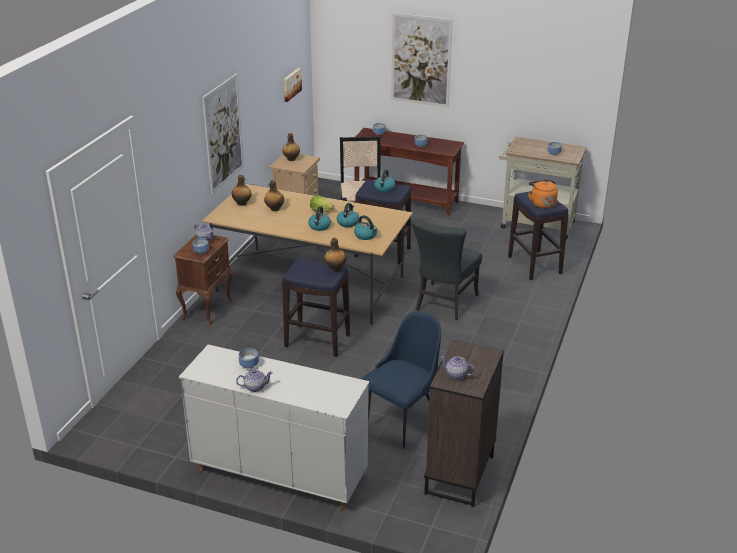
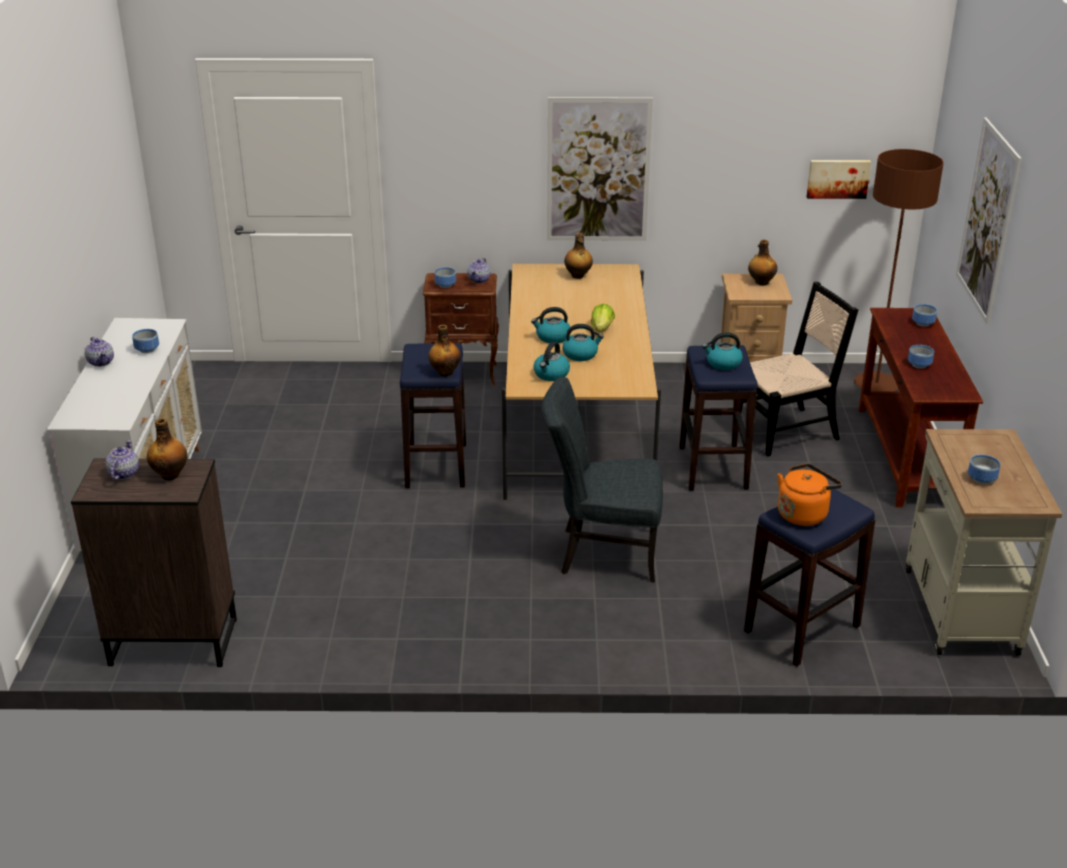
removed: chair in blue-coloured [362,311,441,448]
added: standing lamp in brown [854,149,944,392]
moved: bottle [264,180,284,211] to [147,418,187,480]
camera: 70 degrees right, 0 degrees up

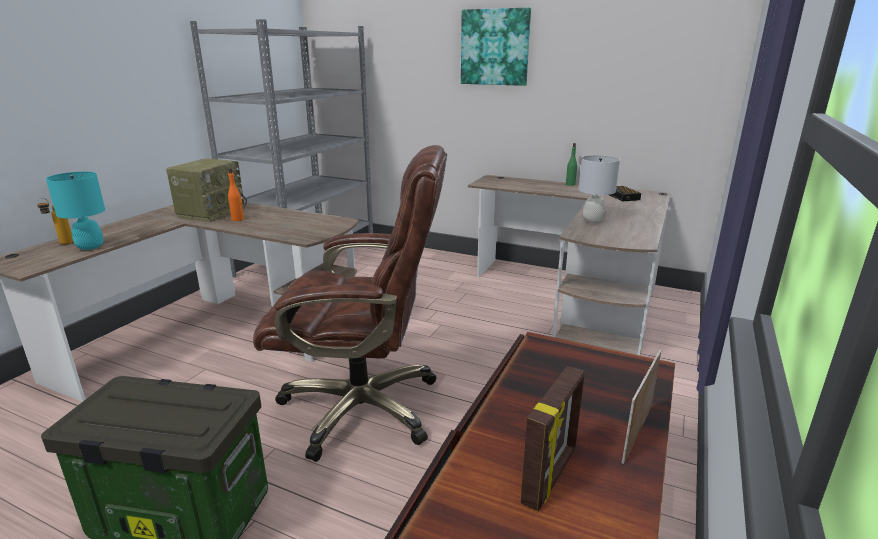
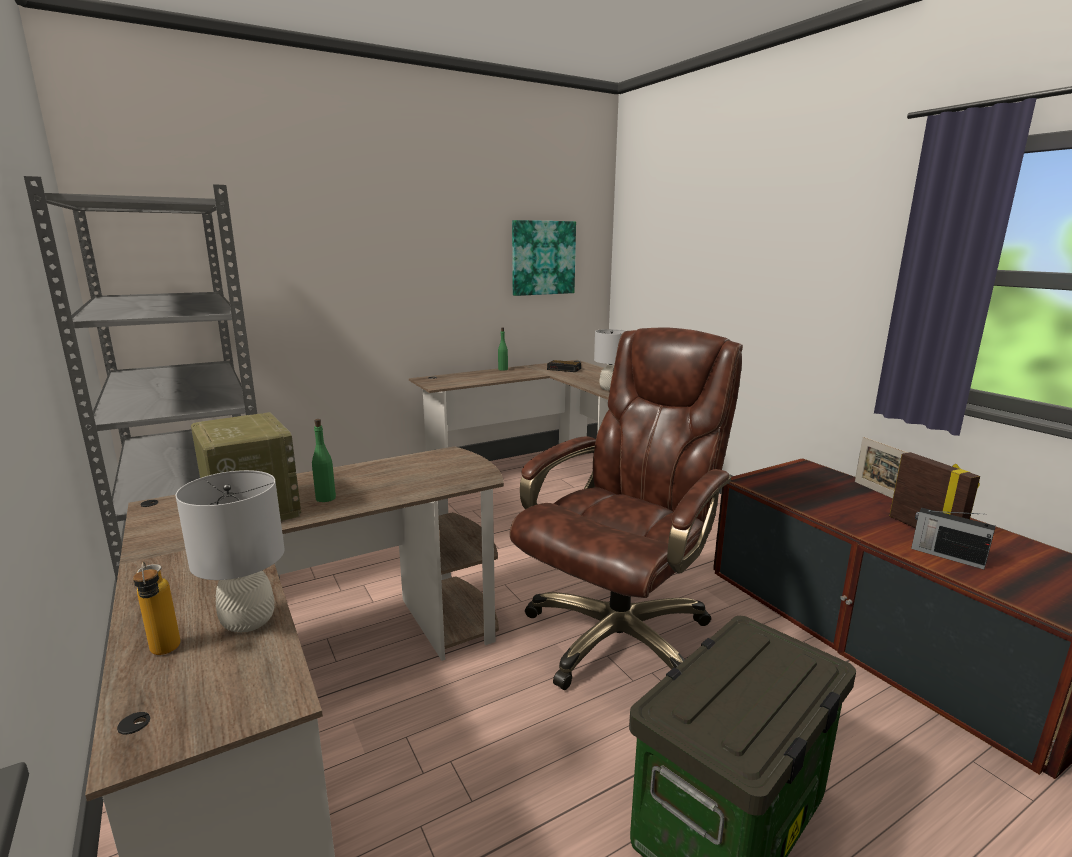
added: radio receiver [911,508,996,570]
moved: wall art [461,8,531,86] to [512,220,576,296]
recoloured: table lamp in blue-green [46,171,105,250] to table lamp in grey [176,470,285,633]; bottle in orangey [228,168,244,221] to bottle in green [312,419,336,502]
camera: 55 degrees left, 5 degrees down

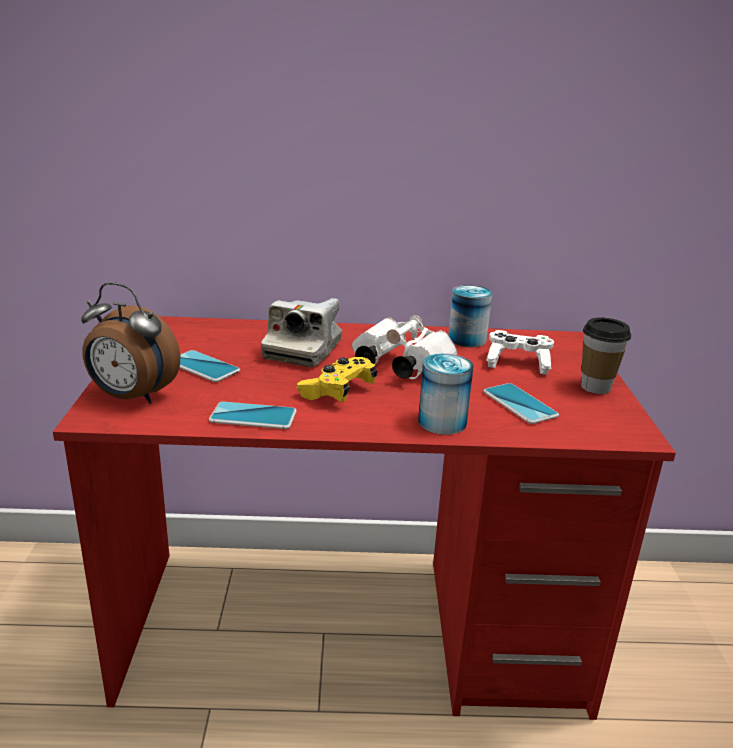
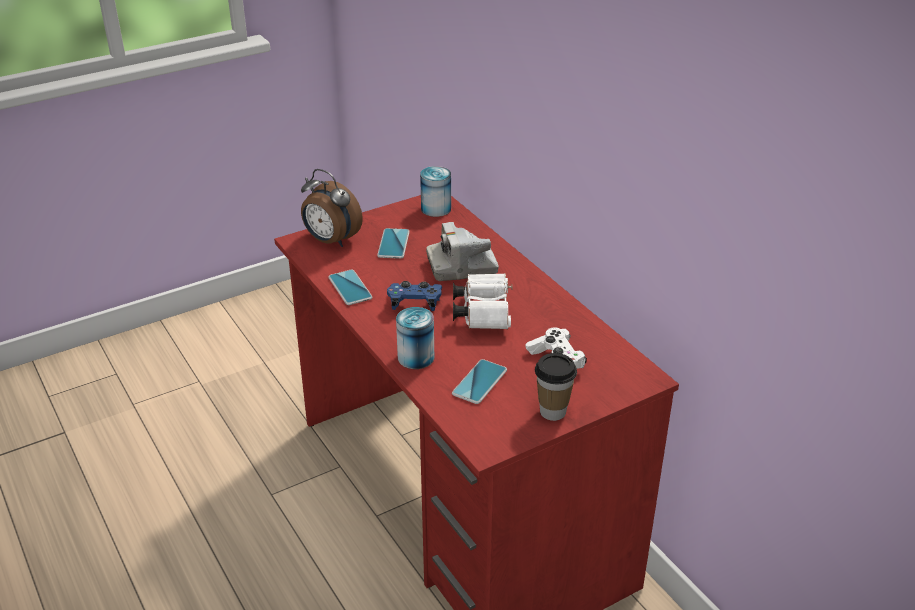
moved: sealed can [448,285,492,347] to [420,166,451,217]
recoloured: gamepad in yellow-coloured [297,357,377,402] to gamepad in blue-coloured [387,281,442,311]
turned: alarm clock [81,282,181,404] = [301,169,363,247] 45 degrees counterclockwise
camera: 60 degrees right, 10 degrees up

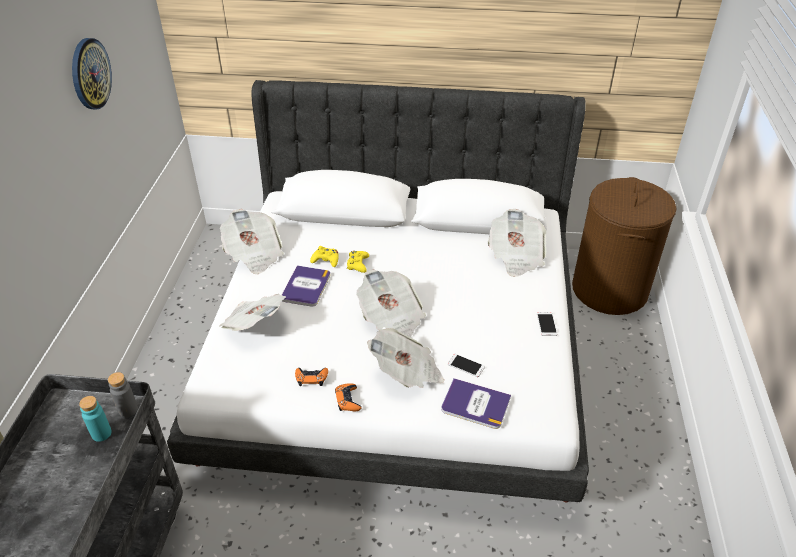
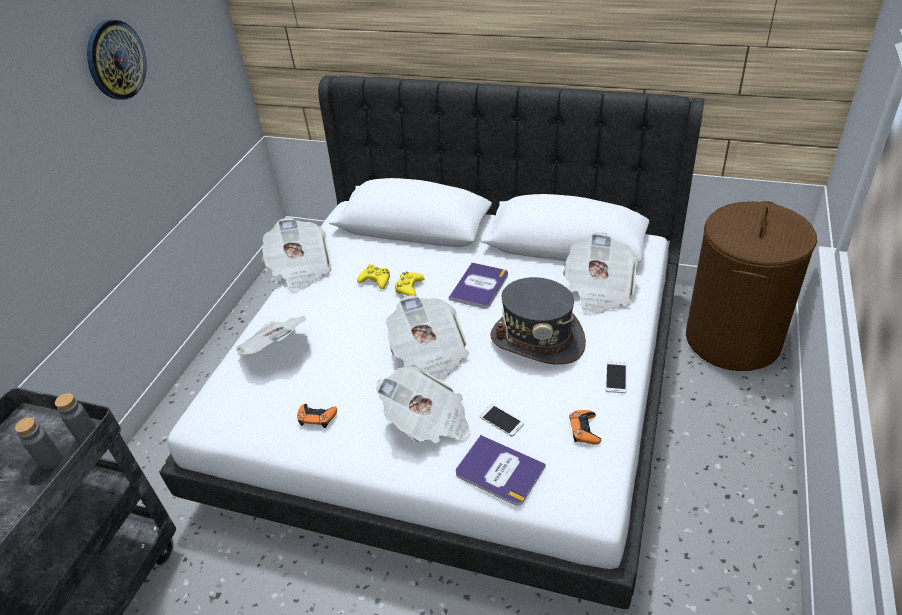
added: wearable hat in grey [490,277,586,365]
moved: book [281,265,330,307] to [449,262,508,308]; gamepad in orangey [335,383,362,411] to [570,410,601,444]
recoloured: bottle in blue-green [79,396,112,442] to bottle in grey [15,418,62,470]
camera: 15 degrees right, 0 degrees up

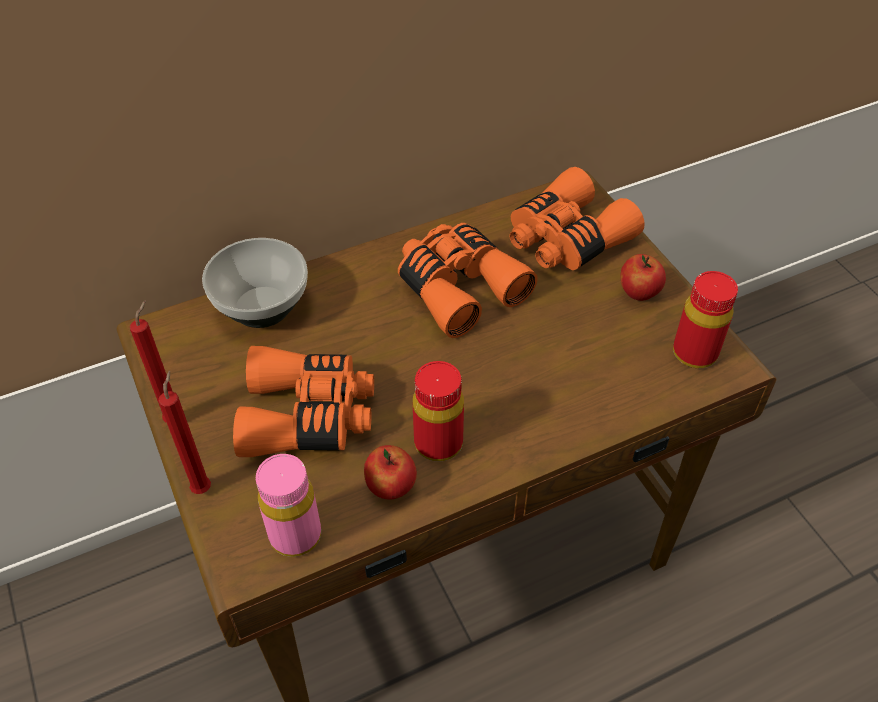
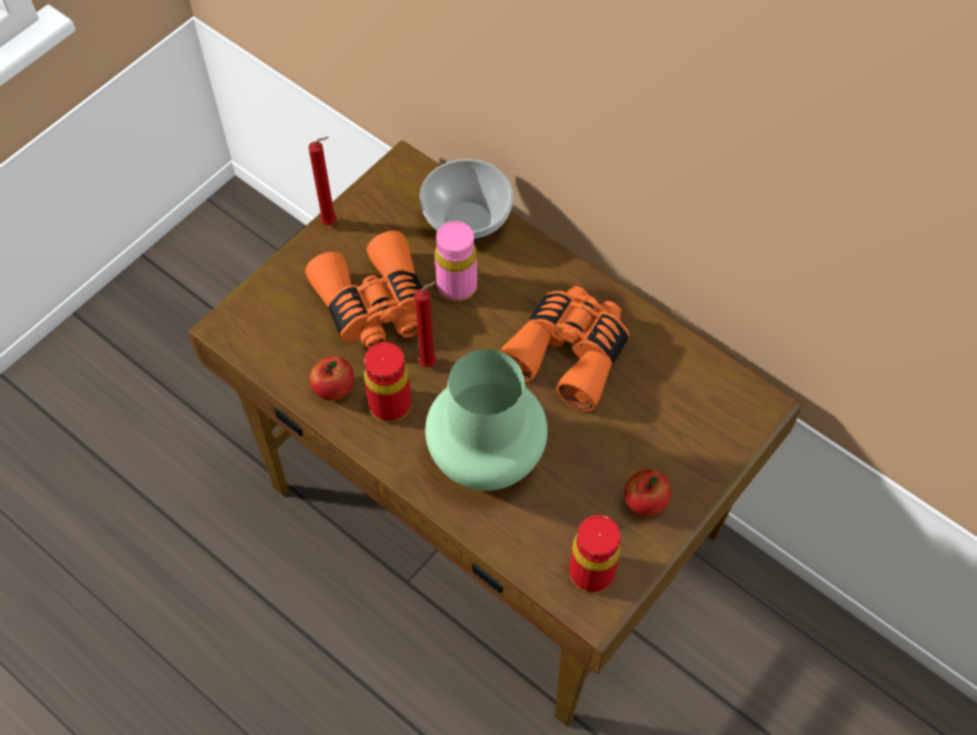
removed: field glasses in orangey [509,167,645,270]
added: vase in green [425,349,548,491]
moved: wax candle in red [158,371,211,494] to [415,281,437,367]; bottle in pinkish [255,454,321,557] to [435,221,477,302]
camera: 65 degrees right, 10 degrees up

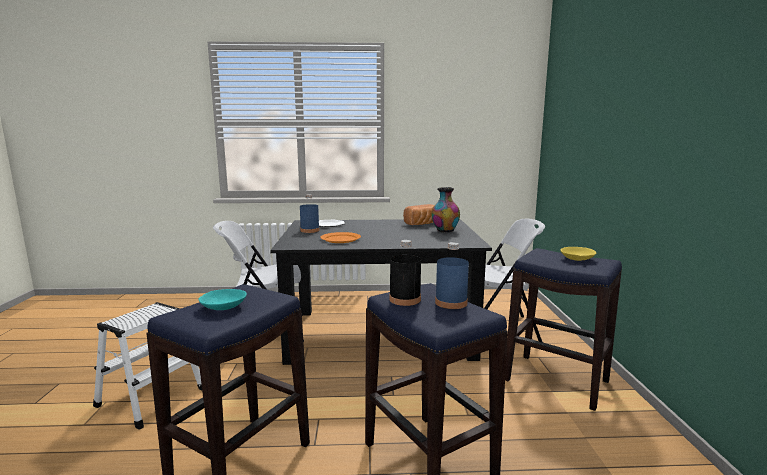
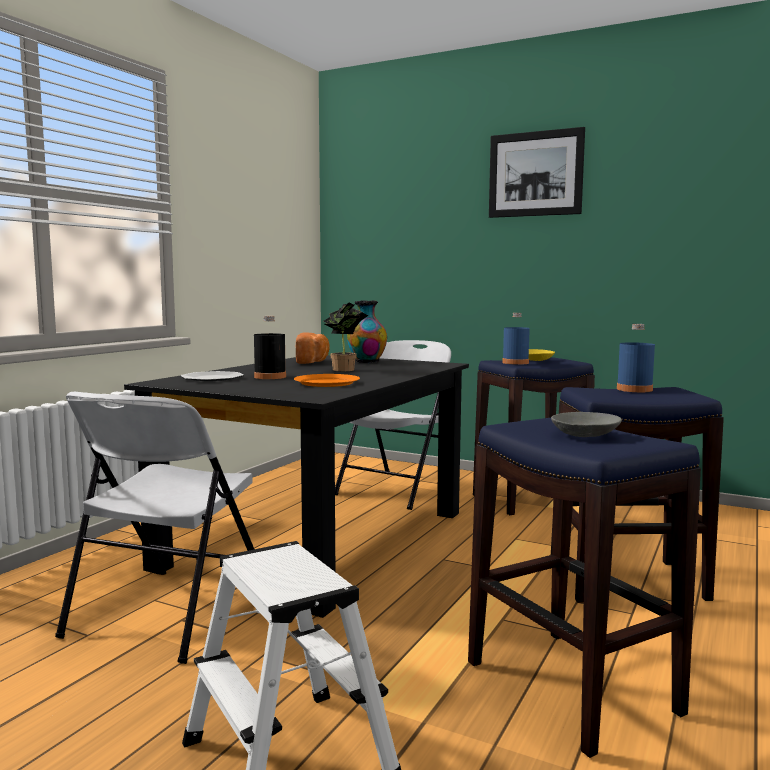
added: houseplant [324,303,368,371]; wall art [489,127,585,218]
moved: bottle in blue-coloured [300,195,319,233] to [502,313,530,365]; bottle in black [389,240,421,306] to [254,316,286,379]
recoloured: bowl in blue-green [198,289,247,310] to bowl in grey [551,412,622,437]
camera: 60 degrees left, 5 degrees down

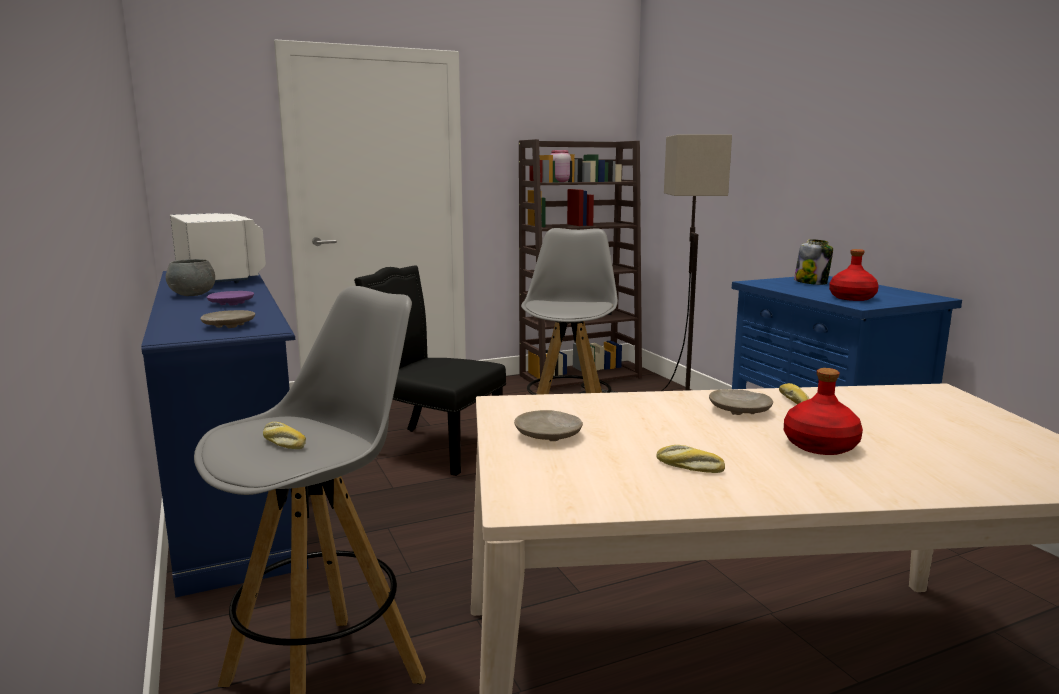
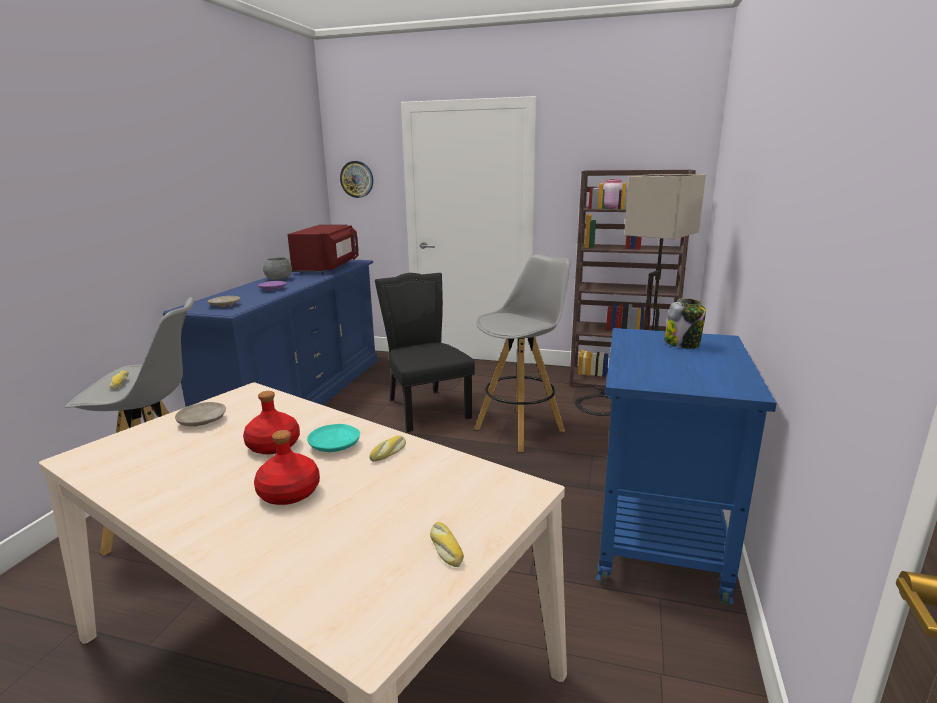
added: clock on the wall [340,161,373,198]
moved: bread [656,445,725,473] to [430,522,464,567]; bottle in red [829,249,879,301] to [243,391,300,454]
recoloured: microwave in whitish [170,213,266,283] to microwave in red [287,225,359,273]; plate in beige-coloured [709,389,773,415] to plate in blue-green [307,424,360,452]
camera: 40 degrees right, 5 degrees up

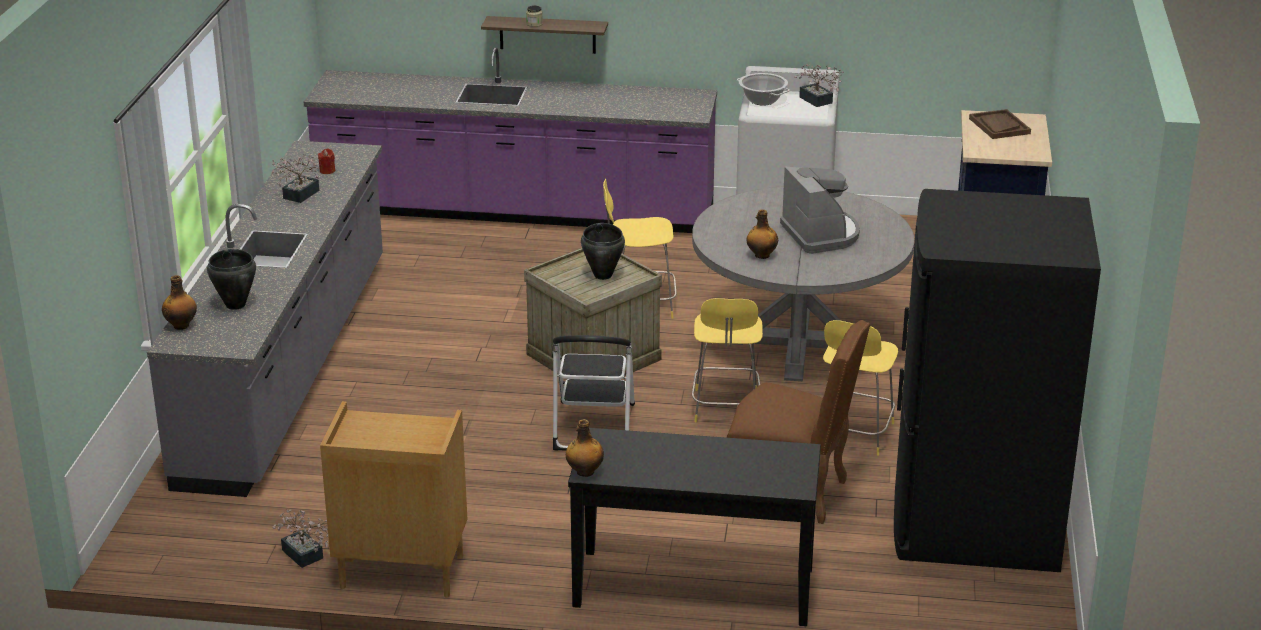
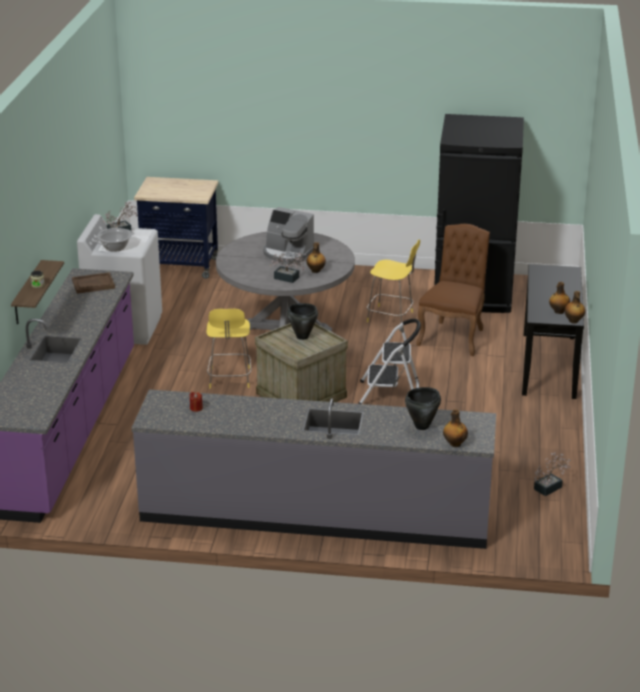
removed: cupboard in brown [320,401,467,598]; sitting stool in yellow-coloured [692,298,763,422]
added: bottle [549,282,570,314]
moved: houseplant [272,154,319,203] to [269,253,306,283]; carrying tray in brown [969,109,1031,139] to [72,272,115,294]
turned: coffee maker [780,166,860,254] = [263,207,314,264] 135 degrees counterclockwise
camera: 90 degrees left, 0 degrees up

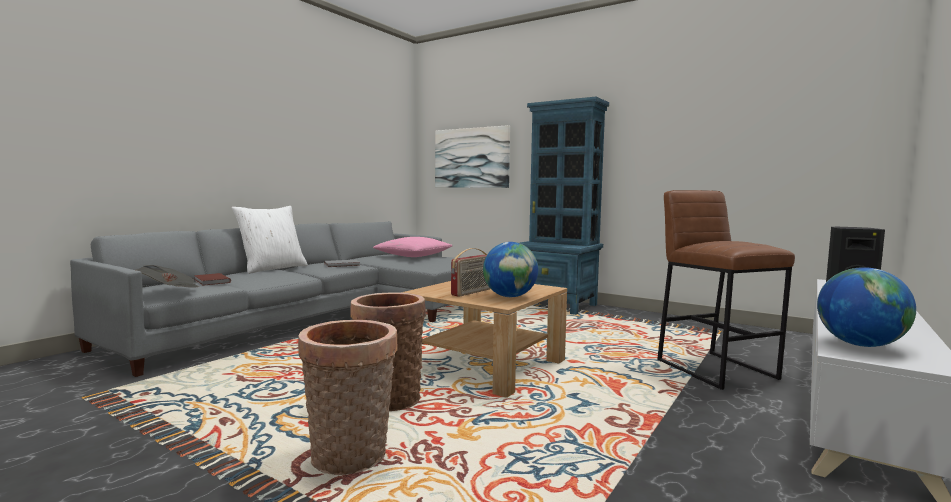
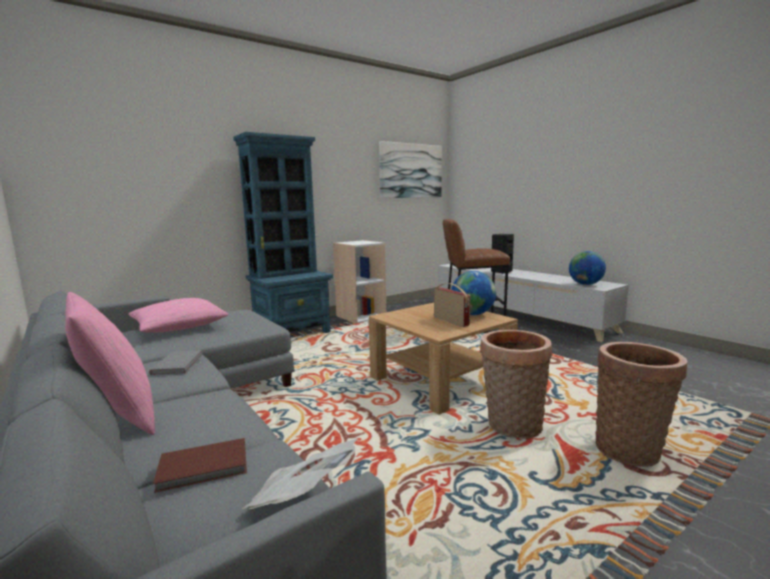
added: shelving unit [333,240,386,324]
moved: wall art [435,125,510,188] to [379,141,442,198]
recoloured: cushion in whitish [232,206,308,274] to cushion in pinkish [65,292,155,435]
camera: 70 degrees left, 5 degrees up

